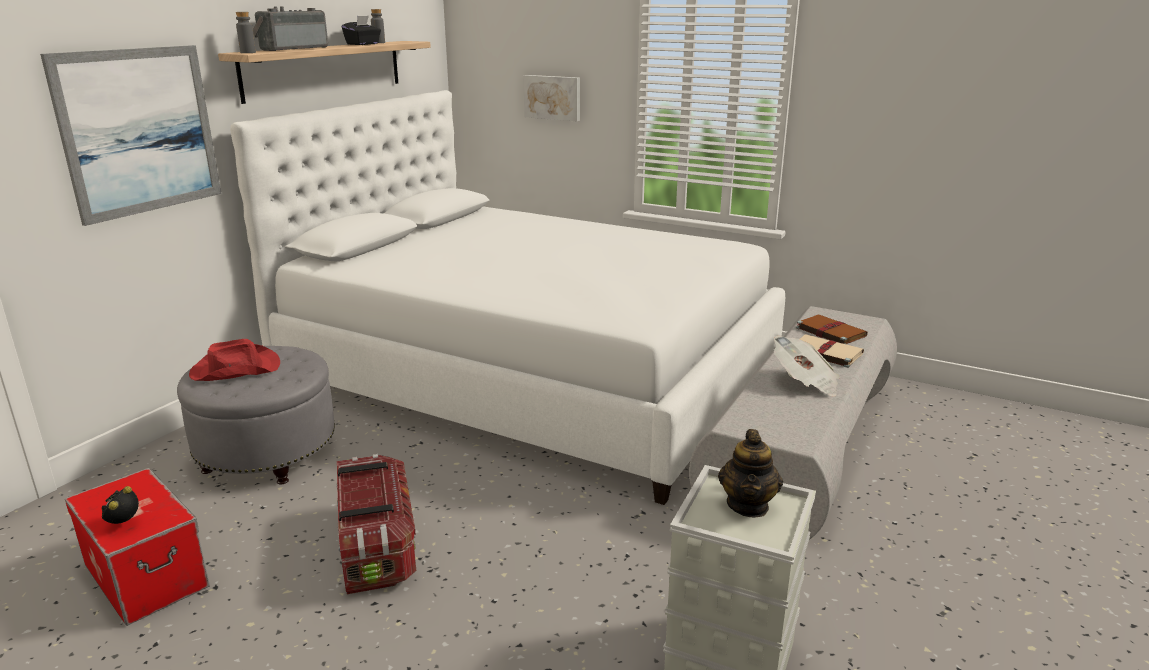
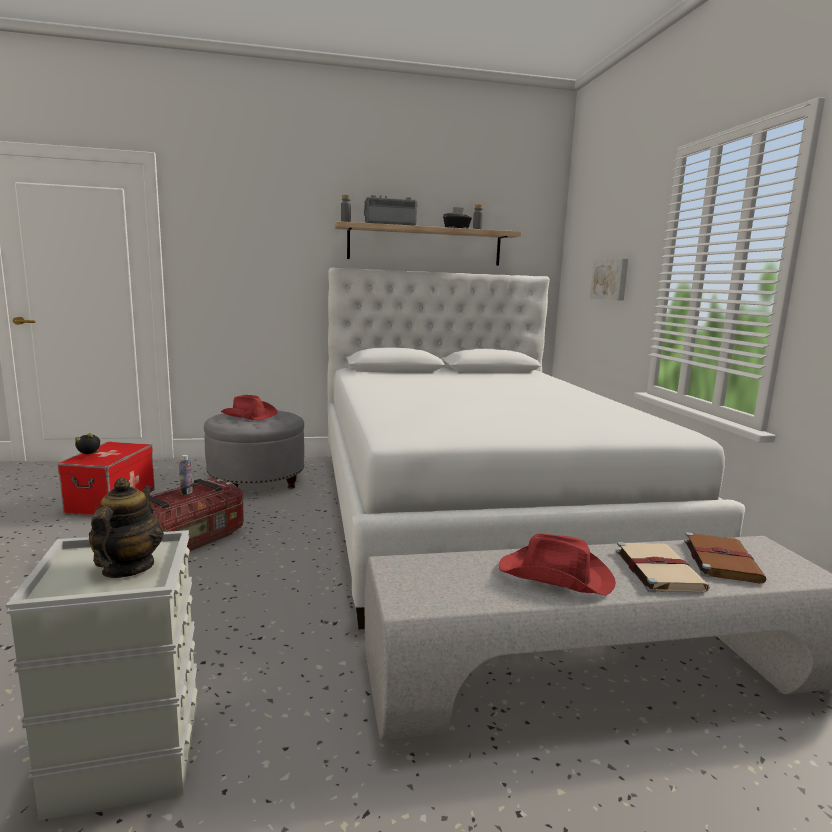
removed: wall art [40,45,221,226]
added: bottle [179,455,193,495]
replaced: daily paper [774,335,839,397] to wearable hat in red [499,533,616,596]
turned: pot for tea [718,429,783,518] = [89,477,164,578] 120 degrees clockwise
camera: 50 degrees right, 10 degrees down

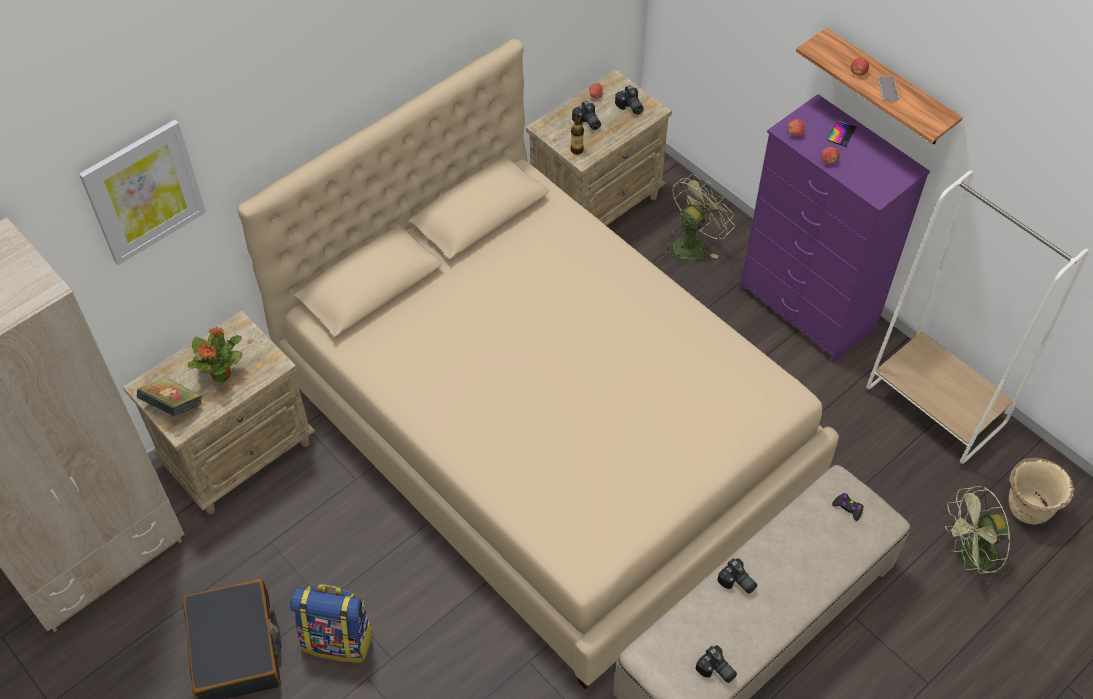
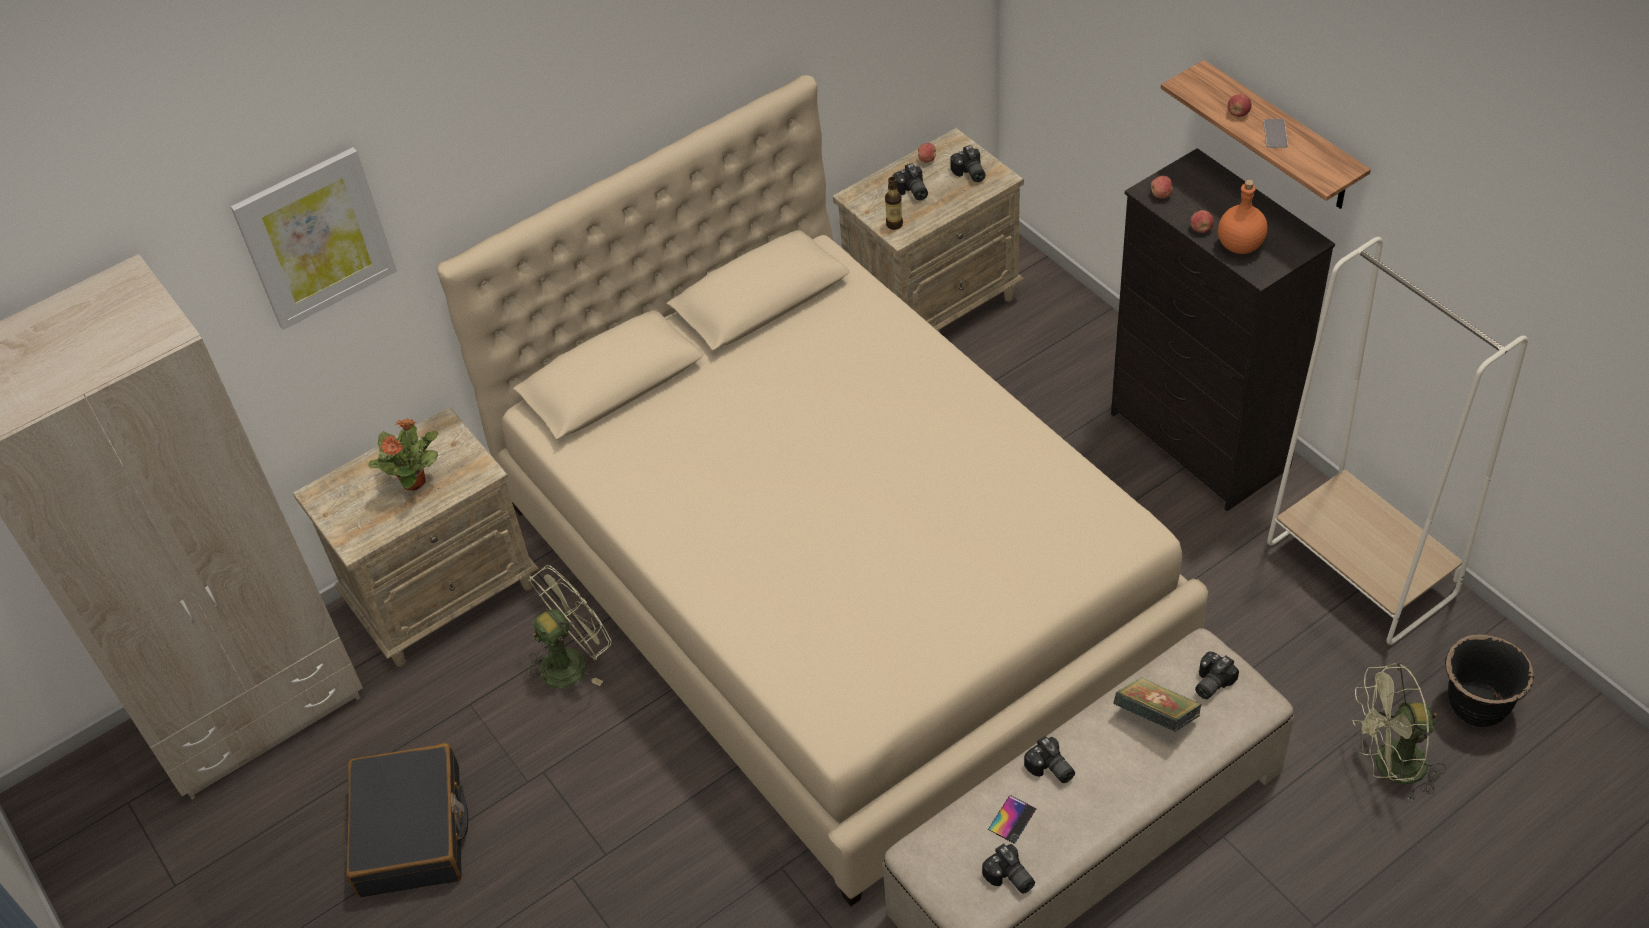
removed: knapsack [290,584,373,663]
added: bottle in orangey [1218,180,1268,254]
moved: book [137,378,202,416] to [1113,677,1202,732]; electric fan in green [663,174,735,261] to [524,565,611,688]; telephone [827,120,857,147] to [988,795,1036,844]
replaced: gamepad in black [832,493,864,521] to still camera [1195,652,1239,699]
recoloured: dresser in purple-coloured [740,94,930,364] to dresser in black [1111,148,1335,511]; plant pot in beige-coloured [1009,458,1074,524] to plant pot in black [1445,634,1534,727]
camera: 10 degrees right, 5 degrees down

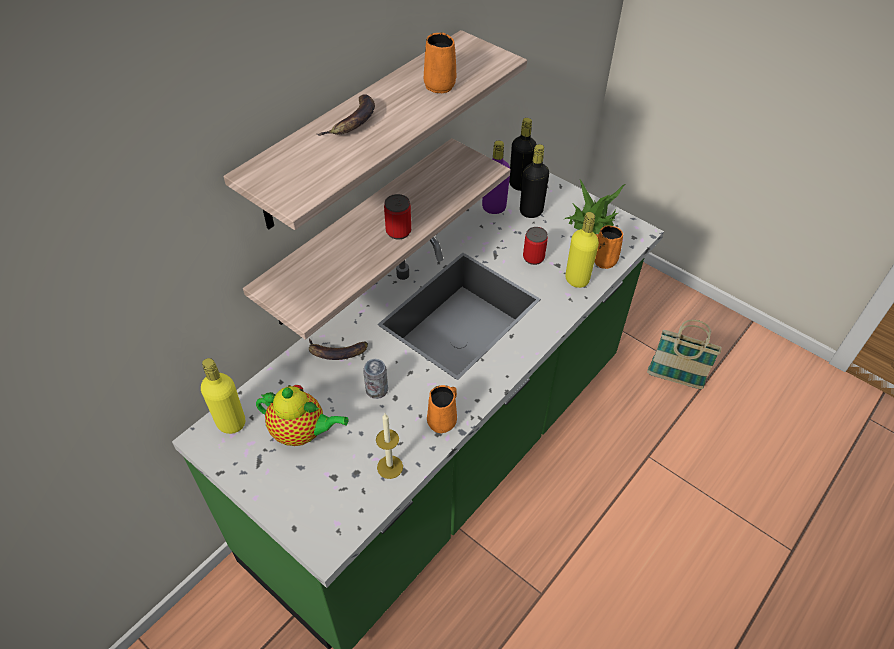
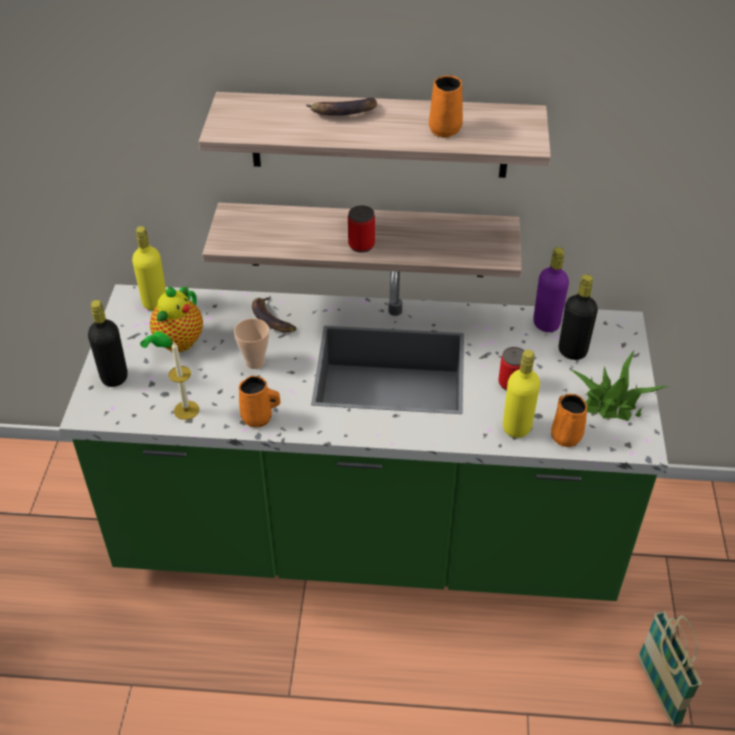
moved: bottle in black [509,118,537,191] to [88,300,128,387]
replaced: sealed can [363,359,388,399] to cup [234,318,269,369]
turned: pot for tea [256,385,349,446] = [140,285,203,352] 45 degrees clockwise
camera: 55 degrees right, 5 degrees down

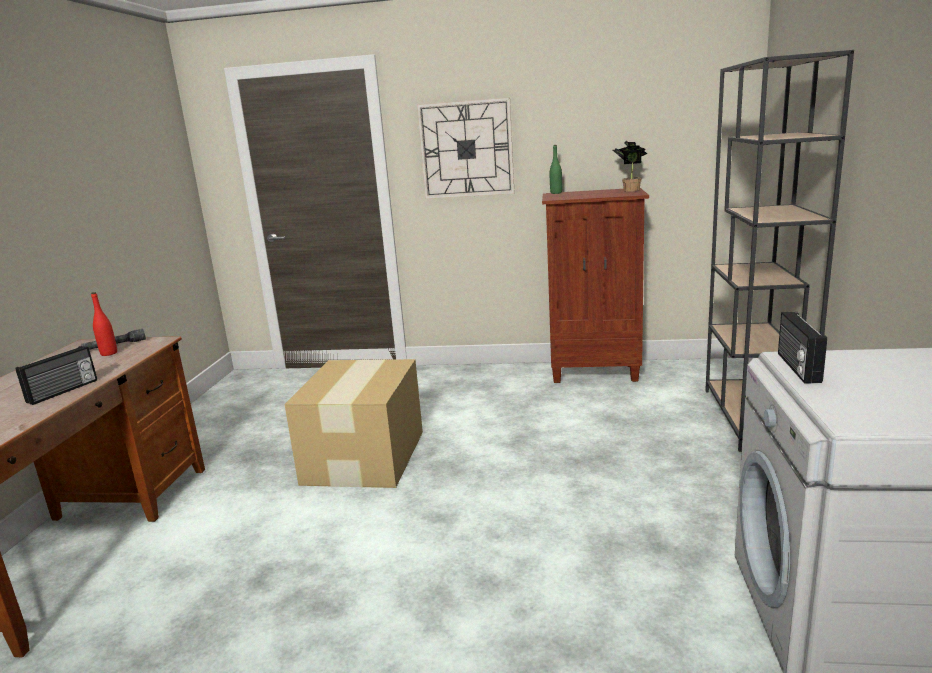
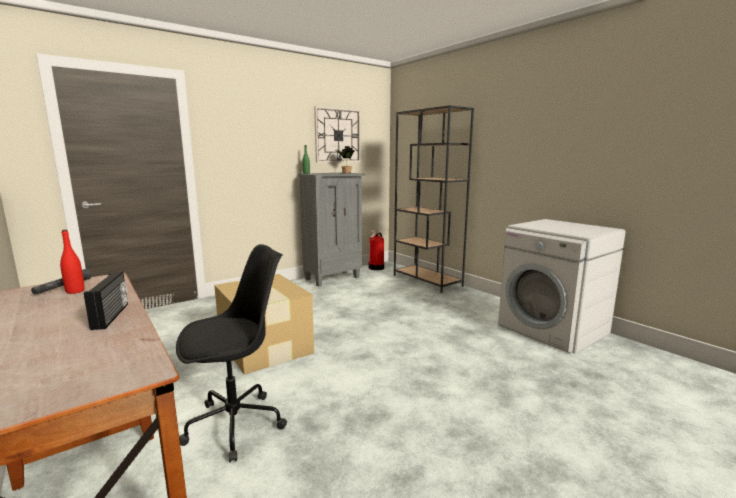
removed: radio receiver [778,312,827,384]
added: desk chair in black [176,244,287,462]; fire extinguisher [368,230,385,270]
moved: clock on the wall [417,97,515,199] to [314,106,361,163]
recoloured: cupboard in brown [542,188,649,383] to cupboard in grey [297,173,365,286]
camera: 45 degrees left, 5 degrees down

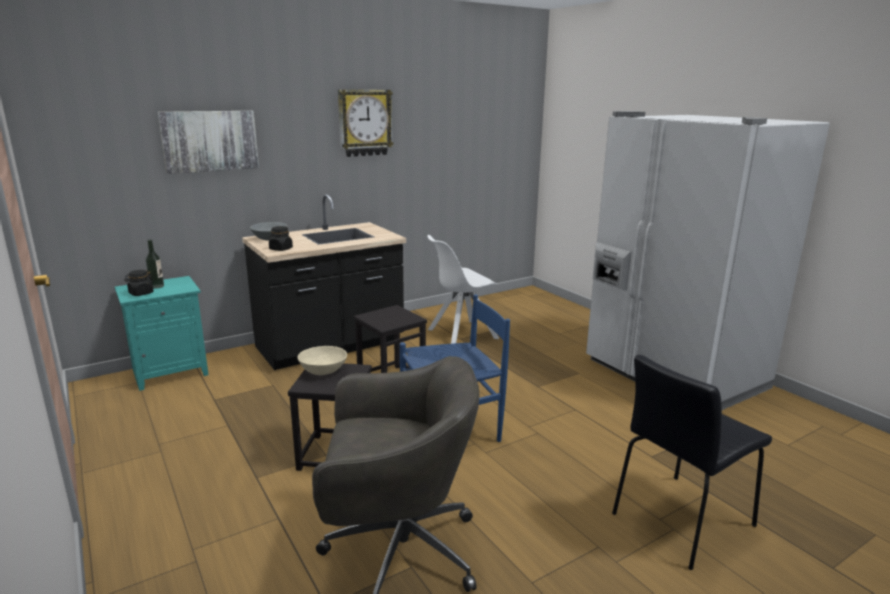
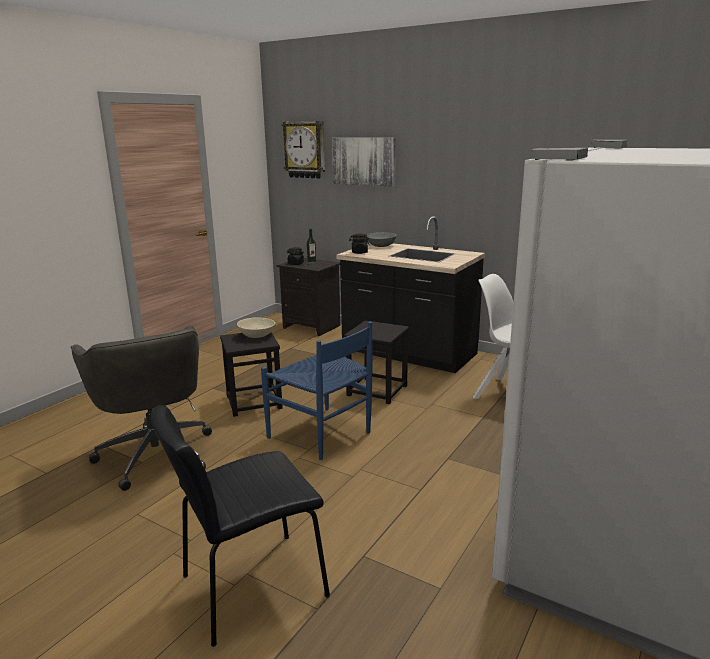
moved: clock on the wall [338,89,394,157] to [281,121,325,179]
recoloured: nightstand in blue-green [115,276,209,391] to nightstand in black [277,258,340,336]
turned: chair in black [612,355,772,570] = [151,405,330,647] 60 degrees counterclockwise
camera: 65 degrees right, 0 degrees up

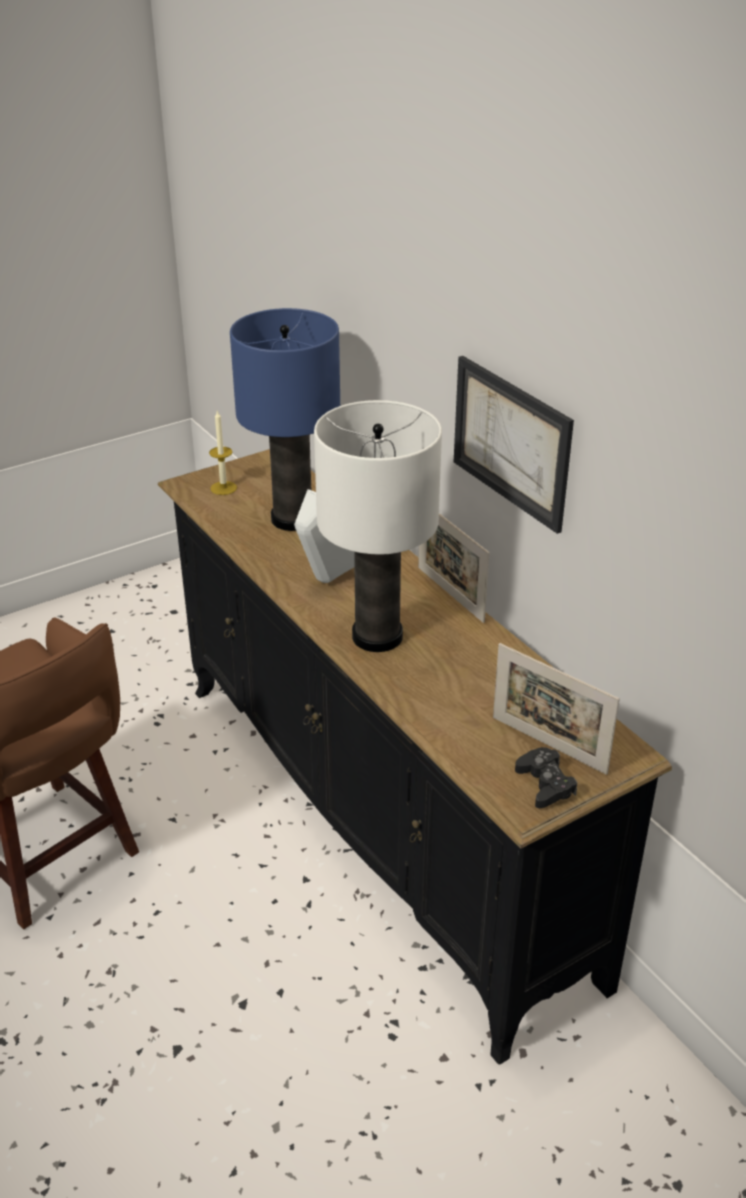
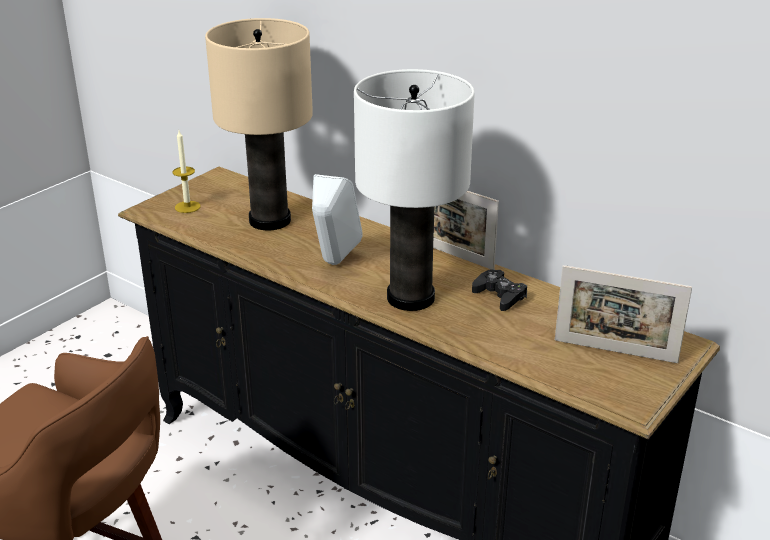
removed: wall art [454,356,574,534]
moved: gamepad in black [515,747,577,808] to [472,269,527,311]
recoloured: table lamp in blue-coloured [230,308,340,531] to table lamp in beige-coloured [205,18,313,230]
camera: 20 degrees left, 5 degrees down

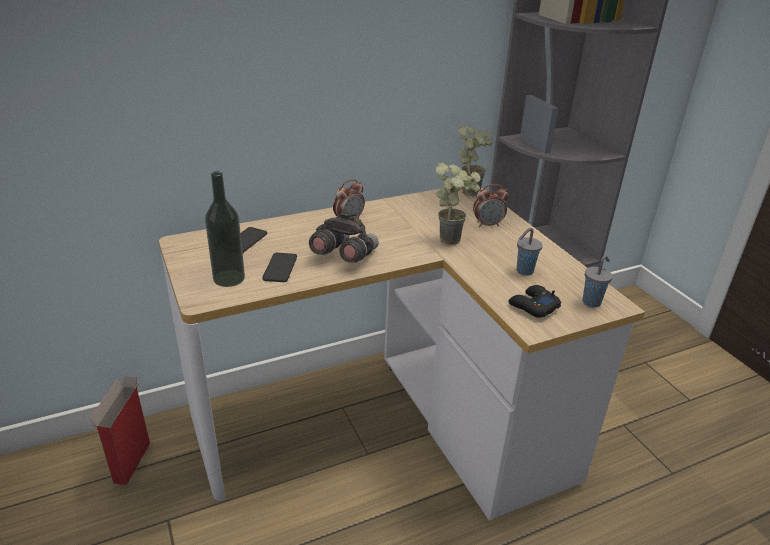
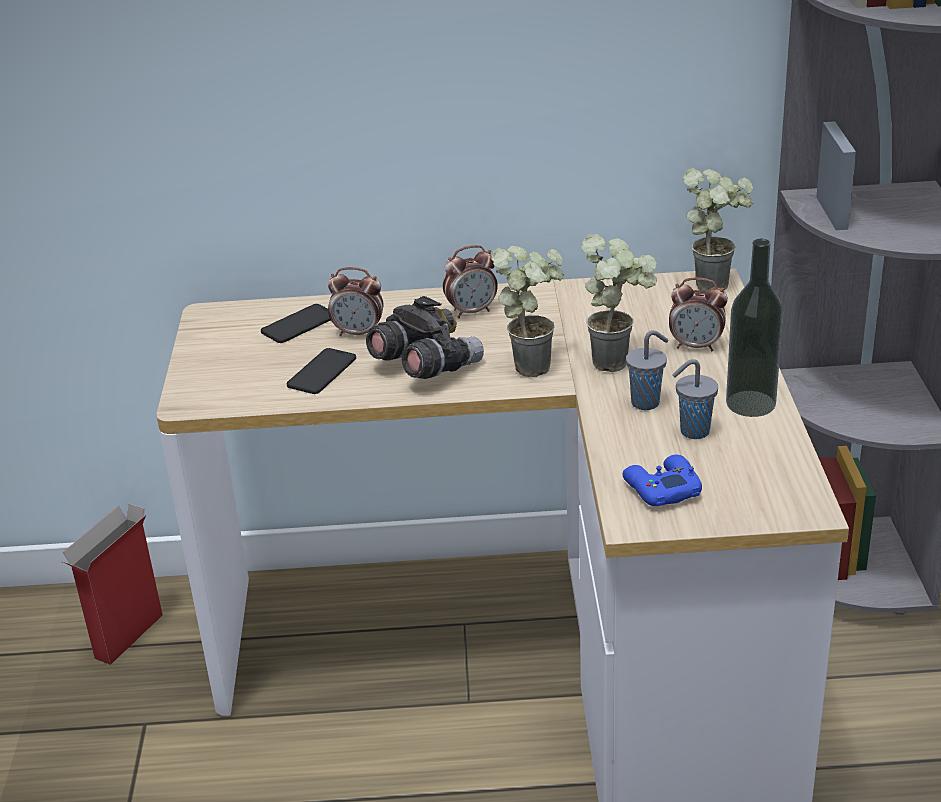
added: alarm clock [328,267,383,336]; houseplant [491,246,564,377]
moved: bottle [205,171,245,287] to [726,239,783,417]; cup in grey [582,255,613,308] to [626,330,669,410]
recoloured: gamepad in black [508,285,562,318] to gamepad in blue-coloured [622,455,702,506]
camera: 25 degrees right, 0 degrees up

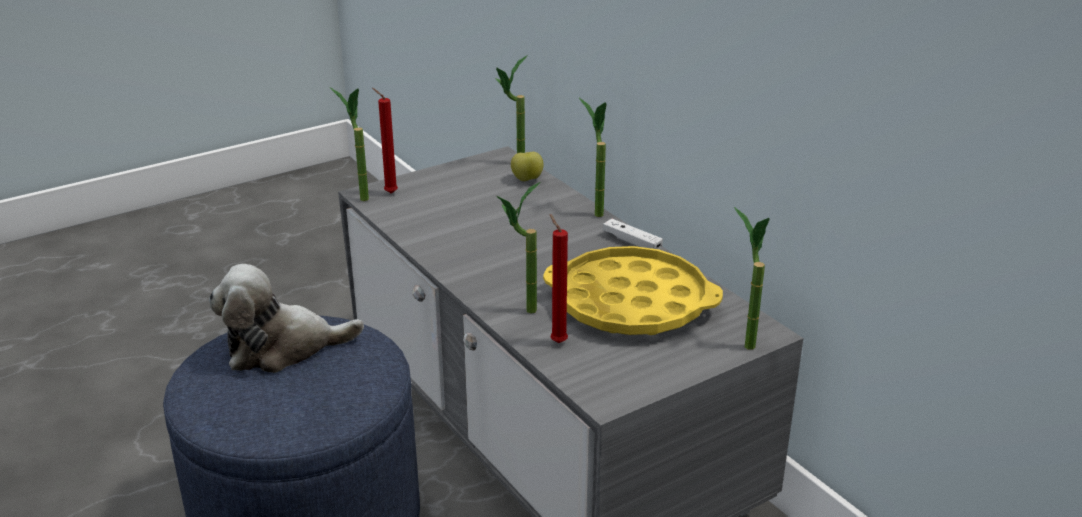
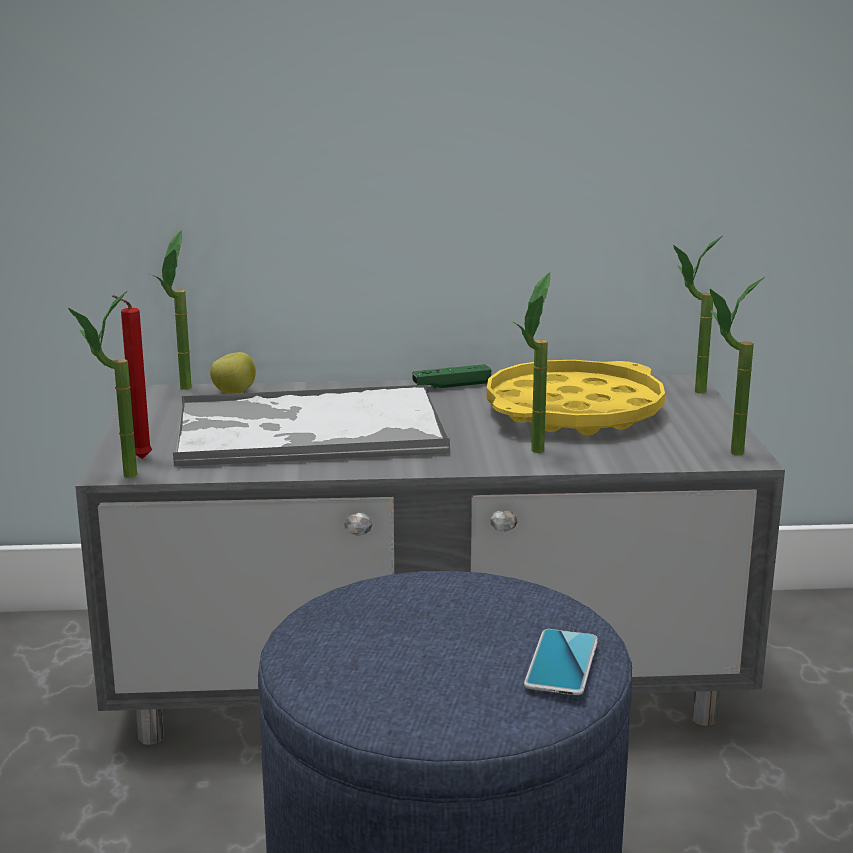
removed: cuddly toy [209,264,364,373]; wax candle in red [550,214,568,343]
added: carrying tray [173,385,450,467]; telephone [524,629,598,695]
moved: houseplant [579,98,607,217] to [710,277,765,456]
recoloured: gamepad in whitish [603,219,663,250] to gamepad in green [412,364,492,389]
camera: 60 degrees left, 10 degrees down

